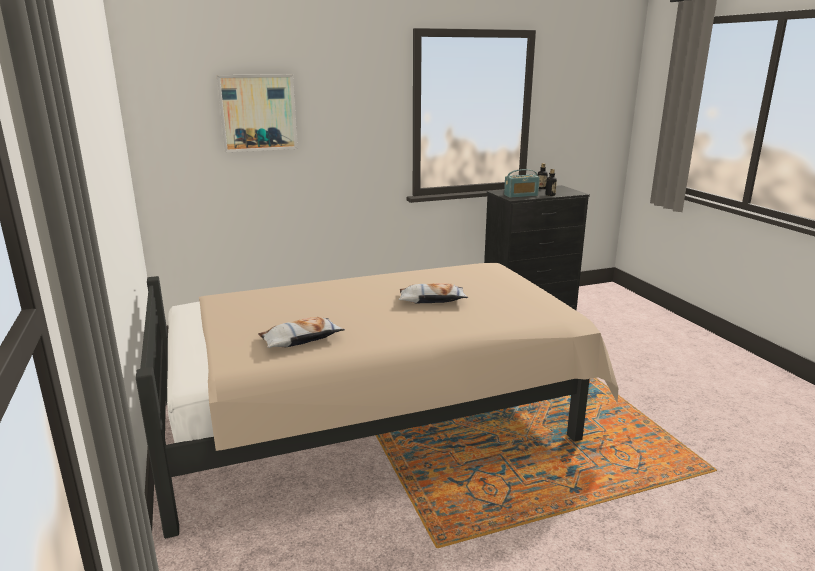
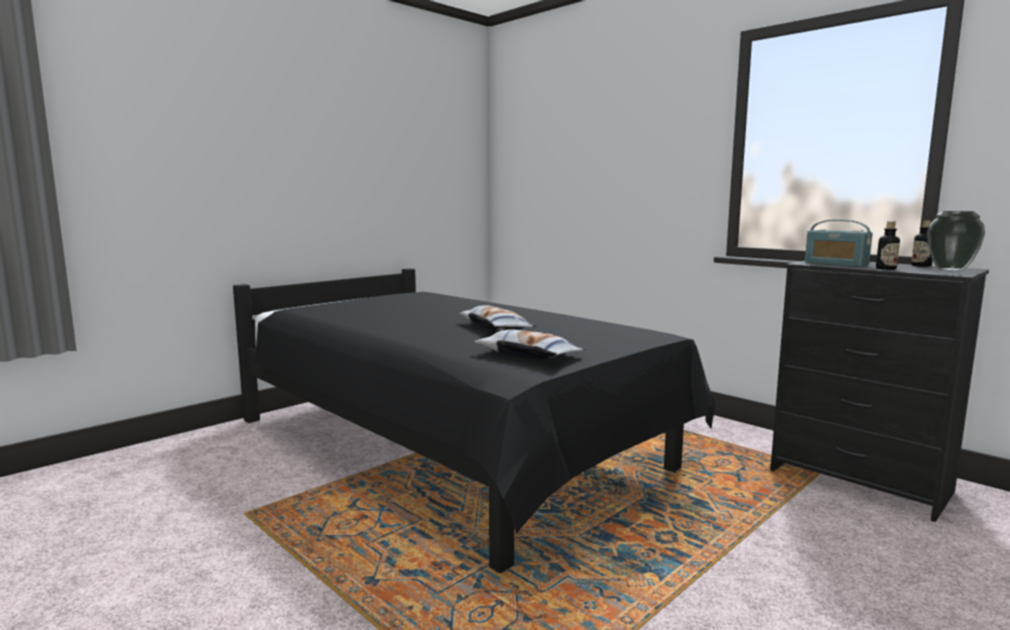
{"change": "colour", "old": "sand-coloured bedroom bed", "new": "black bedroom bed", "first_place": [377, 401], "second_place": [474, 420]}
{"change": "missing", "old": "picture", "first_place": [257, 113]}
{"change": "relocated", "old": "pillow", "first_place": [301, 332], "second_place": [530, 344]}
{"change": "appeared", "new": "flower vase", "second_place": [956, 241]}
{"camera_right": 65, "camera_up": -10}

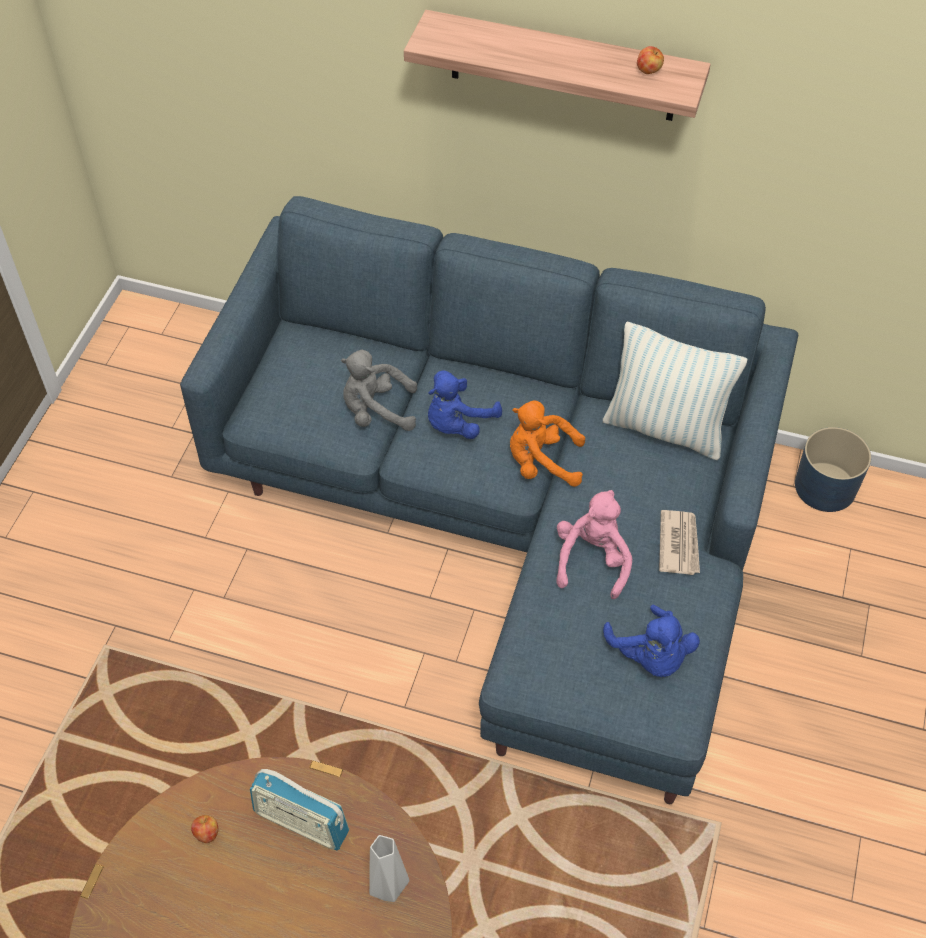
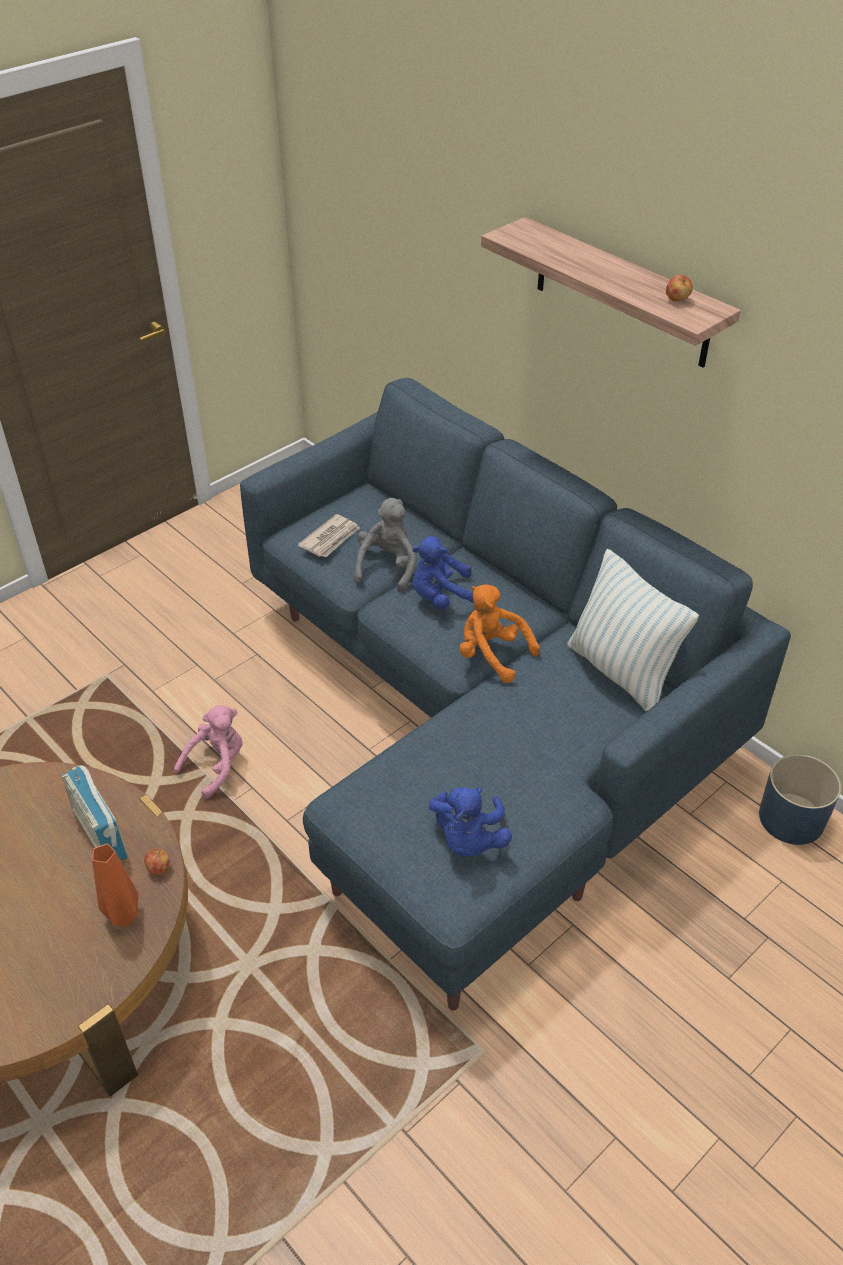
{"change": "relocated", "old": "apple", "first_place": [204, 829], "second_place": [157, 862]}
{"change": "spun", "old": "gray cuddly toy", "first_place": [379, 390], "second_place": [385, 545], "degrees": 75}
{"change": "colour", "old": "gray flower vase", "new": "orange flower vase", "first_place": [389, 868], "second_place": [115, 885]}
{"change": "relocated", "old": "pink cuddly toy", "first_place": [594, 544], "second_place": [208, 752]}
{"change": "relocated", "old": "daily paper", "first_place": [679, 542], "second_place": [329, 536]}
{"camera_right": 30, "camera_up": -10}

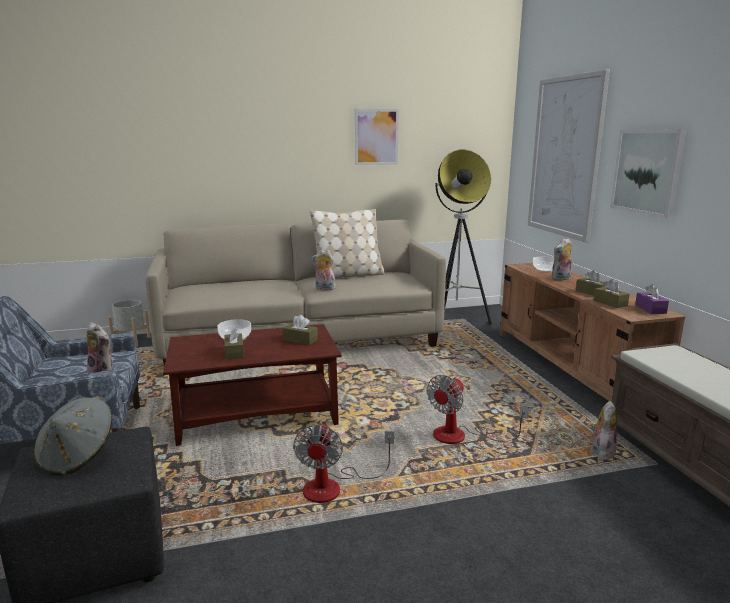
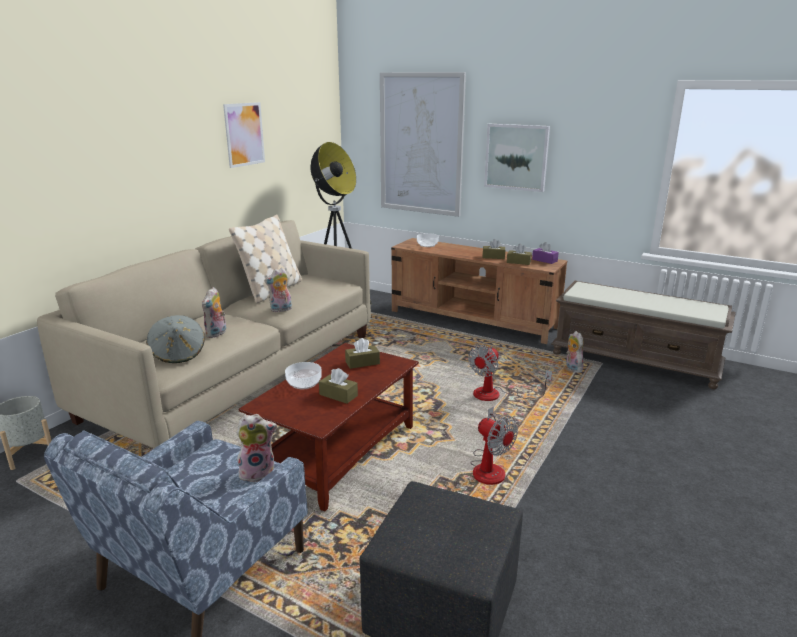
{"change": "relocated", "old": "gray wearable hat", "first_place": [73, 436], "second_place": [175, 339]}
{"change": "spun", "old": "cooling fan", "first_place": [478, 409], "second_place": [510, 373], "degrees": 45}
{"change": "relocated", "old": "cuddly toy", "first_place": [562, 259], "second_place": [214, 312]}
{"camera_right": -45, "camera_up": 5}

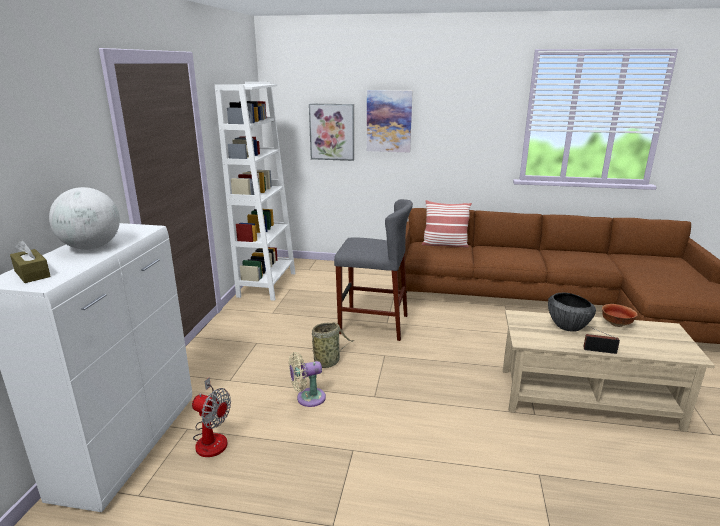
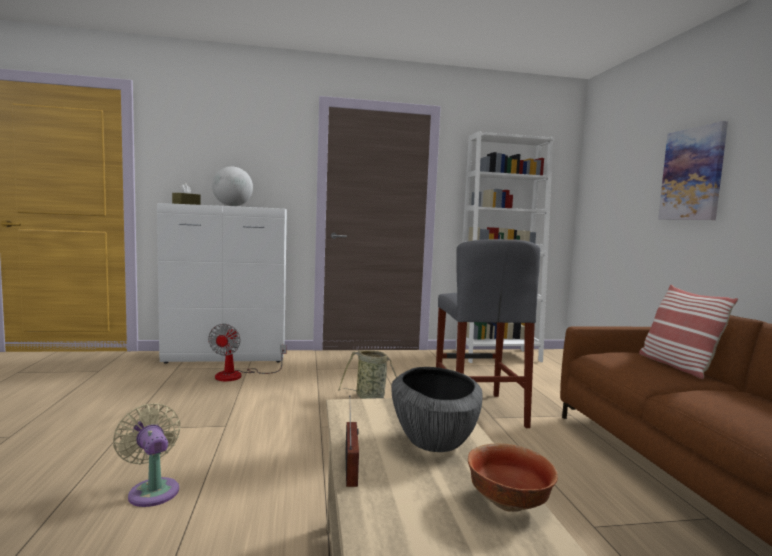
{"change": "relocated", "old": "sand-coloured cooling fan", "first_place": [307, 379], "second_place": [146, 455]}
{"change": "missing", "old": "picture", "first_place": [331, 132]}
{"camera_right": 70, "camera_up": -15}

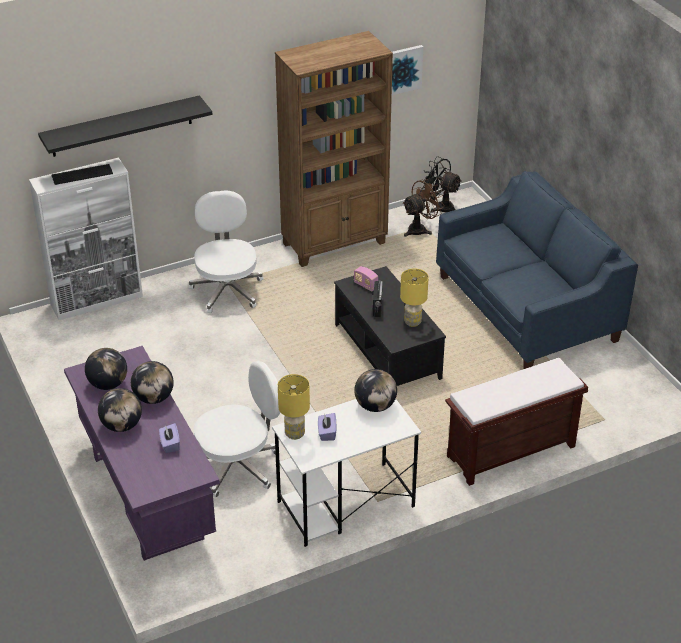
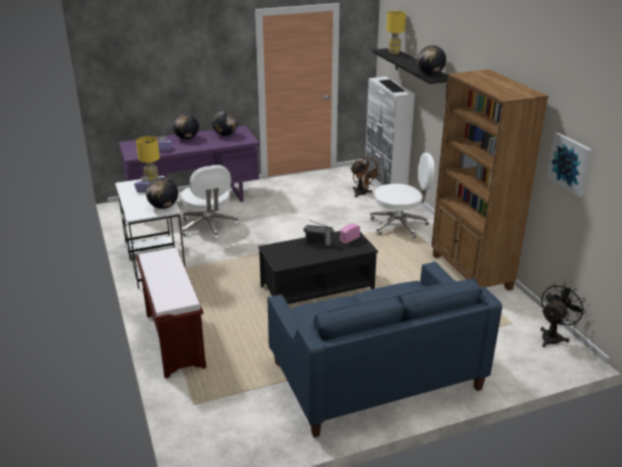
{"change": "relocated", "old": "world globe", "first_place": [152, 382], "second_place": [431, 60]}
{"change": "relocated", "old": "yellow-coloured lamp for a table", "first_place": [414, 297], "second_place": [396, 32]}
{"change": "relocated", "old": "brown-coloured cooling fan", "first_place": [423, 208], "second_place": [365, 177]}
{"camera_right": 95, "camera_up": -10}

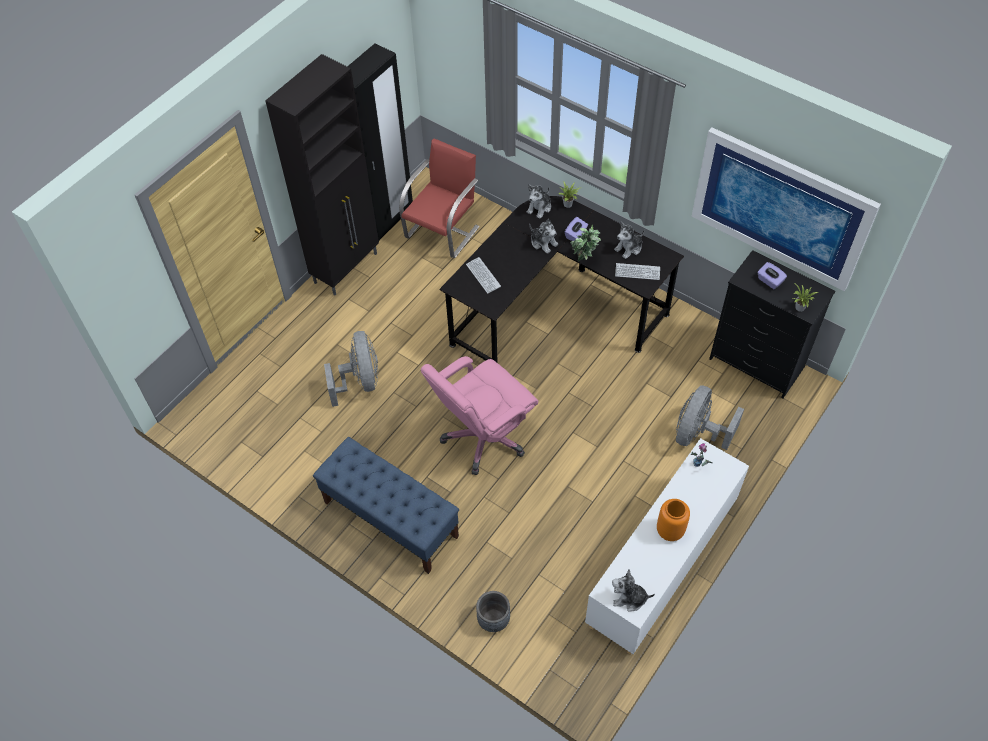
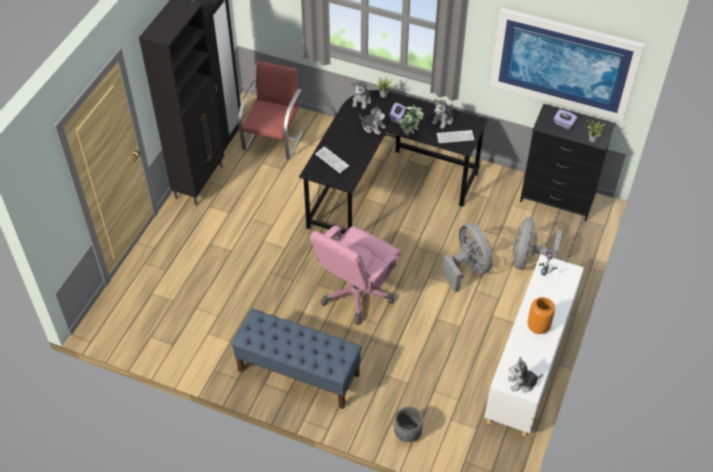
{"change": "relocated", "old": "gray cooling fan", "first_place": [351, 369], "second_place": [468, 257]}
{"camera_right": -15, "camera_up": -5}

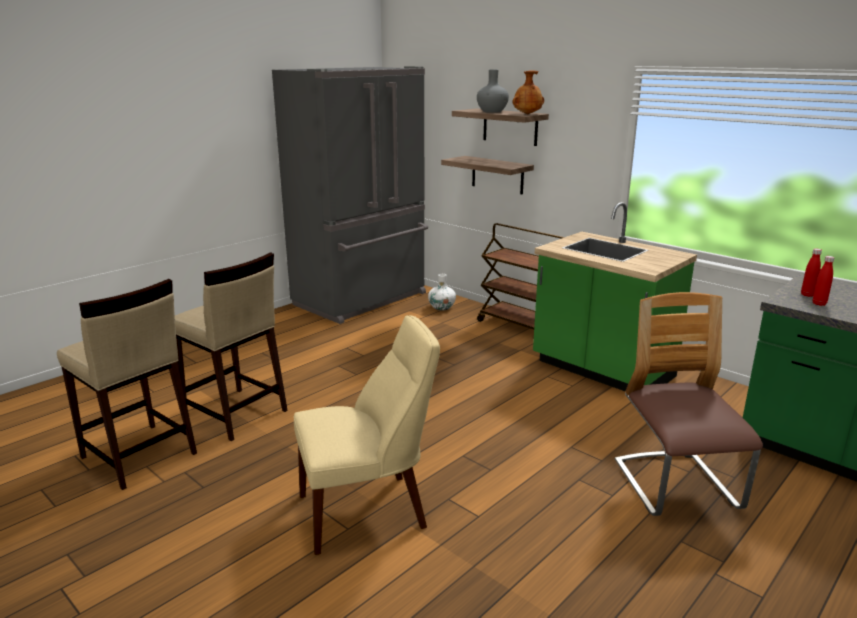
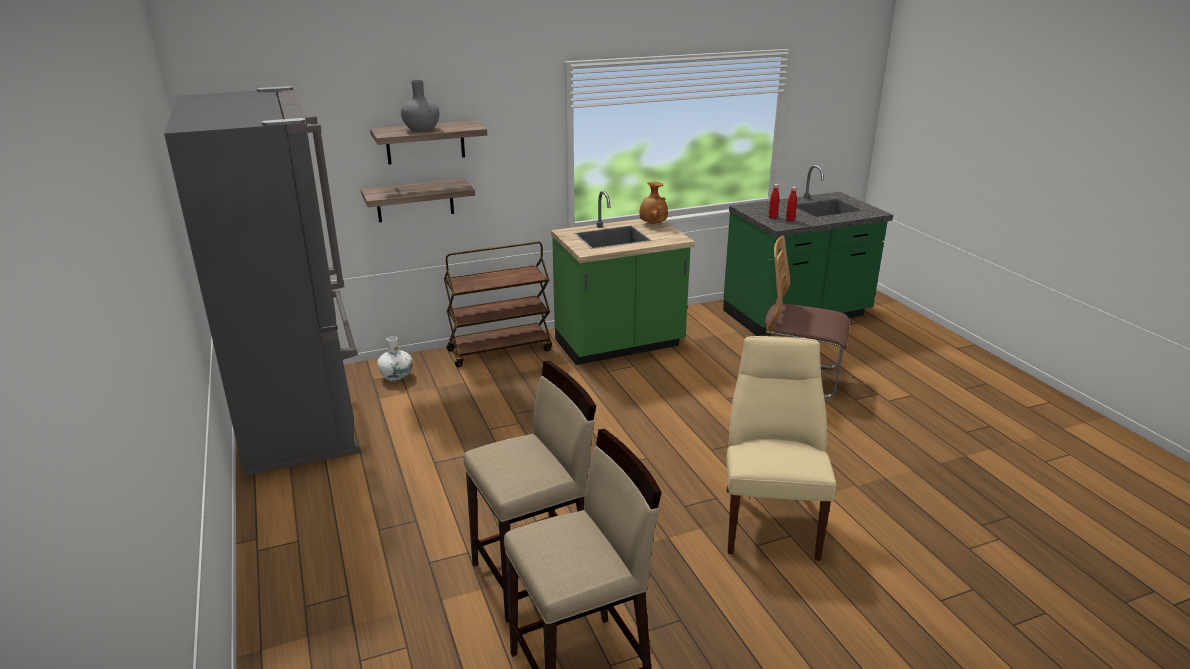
{"change": "relocated", "old": "brown-coloured flower vase", "first_place": [528, 92], "second_place": [654, 203]}
{"camera_right": -65, "camera_up": 5}

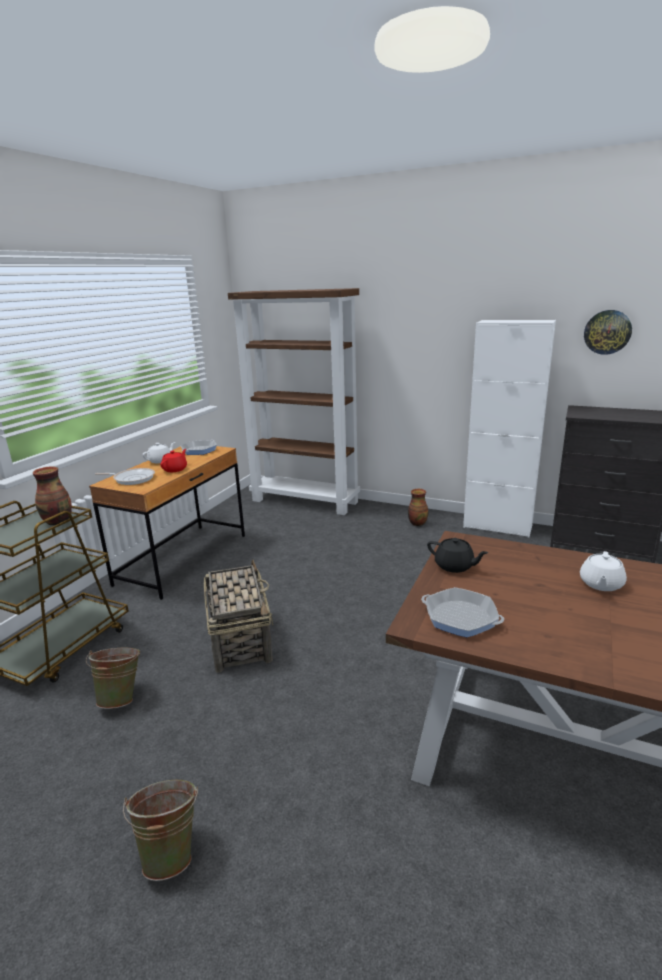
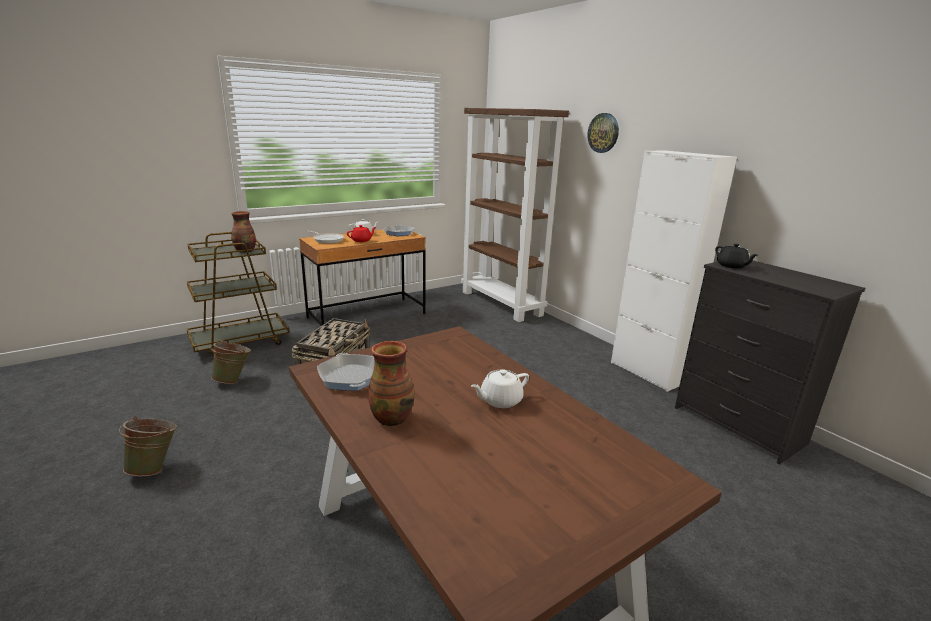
{"change": "relocated", "old": "flower vase", "first_place": [418, 507], "second_place": [391, 383]}
{"change": "relocated", "old": "black teapot", "first_place": [457, 555], "second_place": [736, 256]}
{"change": "relocated", "old": "wall clock", "first_place": [608, 332], "second_place": [603, 133]}
{"camera_right": 30, "camera_up": 0}

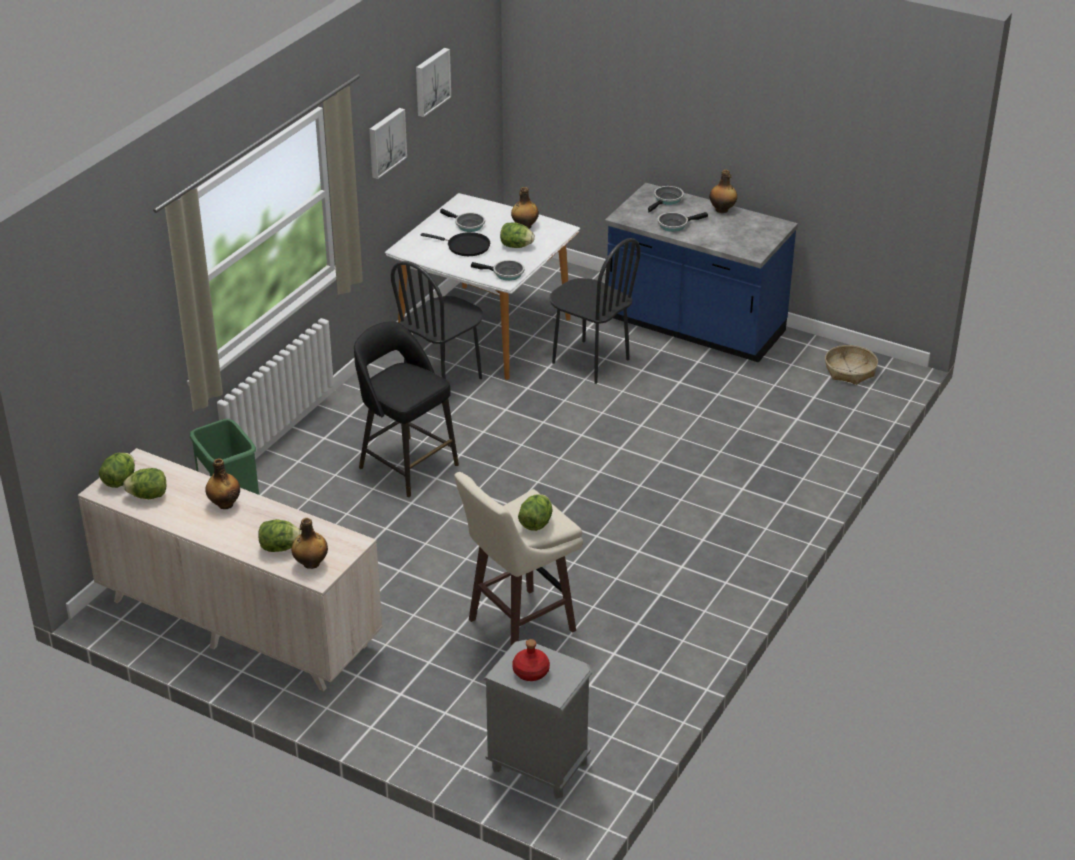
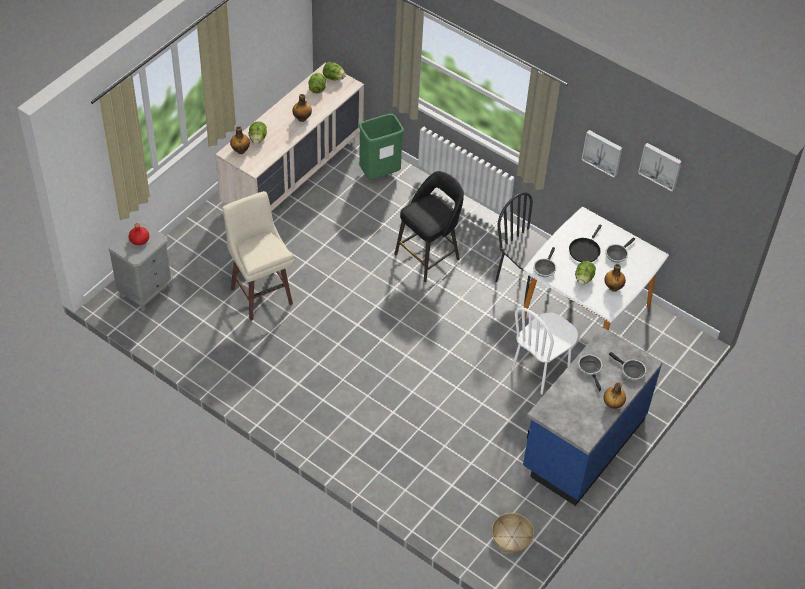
{"change": "missing", "old": "head of lettuce", "first_place": [535, 512]}
{"change": "colour", "old": "black plain chair", "new": "white-coloured plain chair", "first_place": [595, 311], "second_place": [545, 350]}
{"camera_right": 95, "camera_up": 15}

